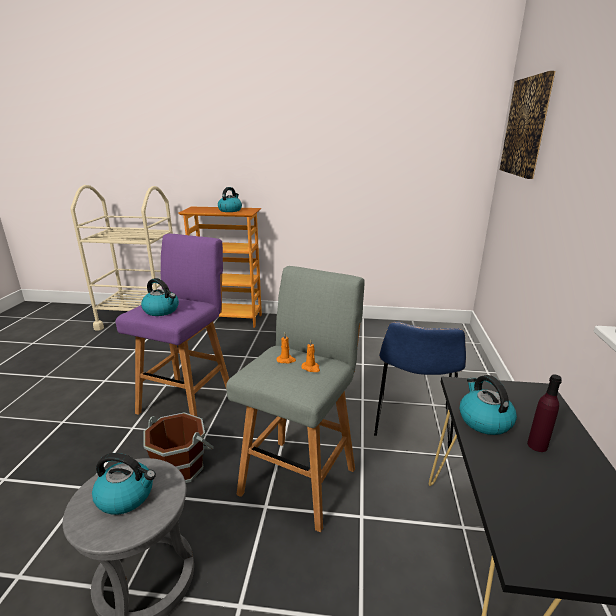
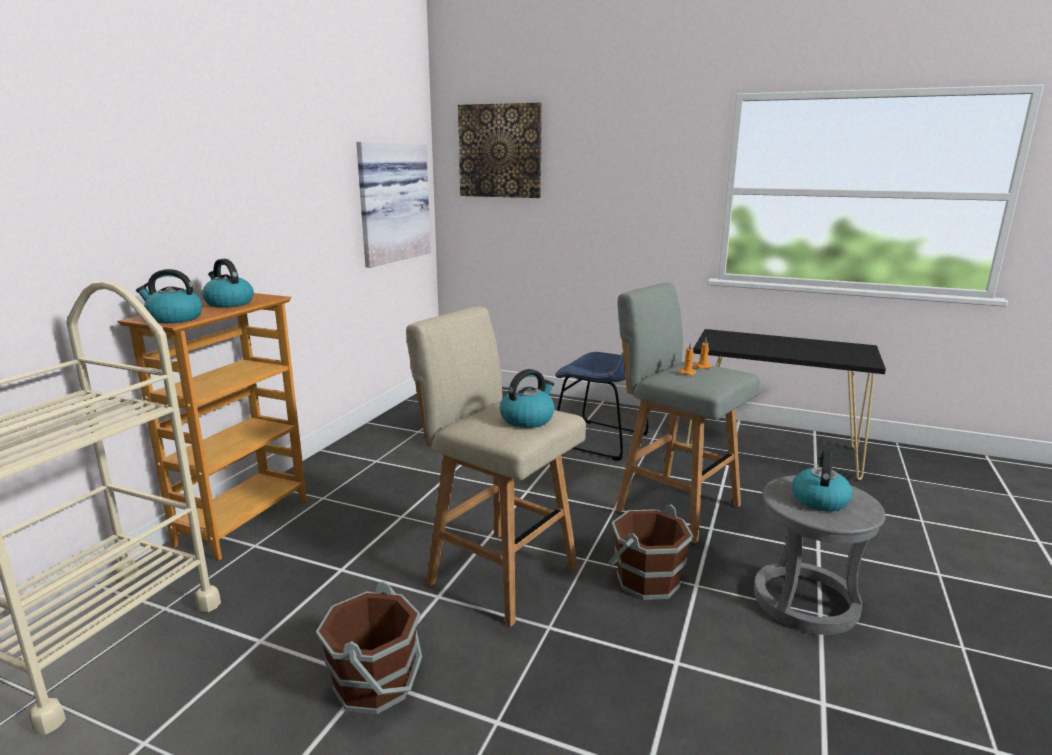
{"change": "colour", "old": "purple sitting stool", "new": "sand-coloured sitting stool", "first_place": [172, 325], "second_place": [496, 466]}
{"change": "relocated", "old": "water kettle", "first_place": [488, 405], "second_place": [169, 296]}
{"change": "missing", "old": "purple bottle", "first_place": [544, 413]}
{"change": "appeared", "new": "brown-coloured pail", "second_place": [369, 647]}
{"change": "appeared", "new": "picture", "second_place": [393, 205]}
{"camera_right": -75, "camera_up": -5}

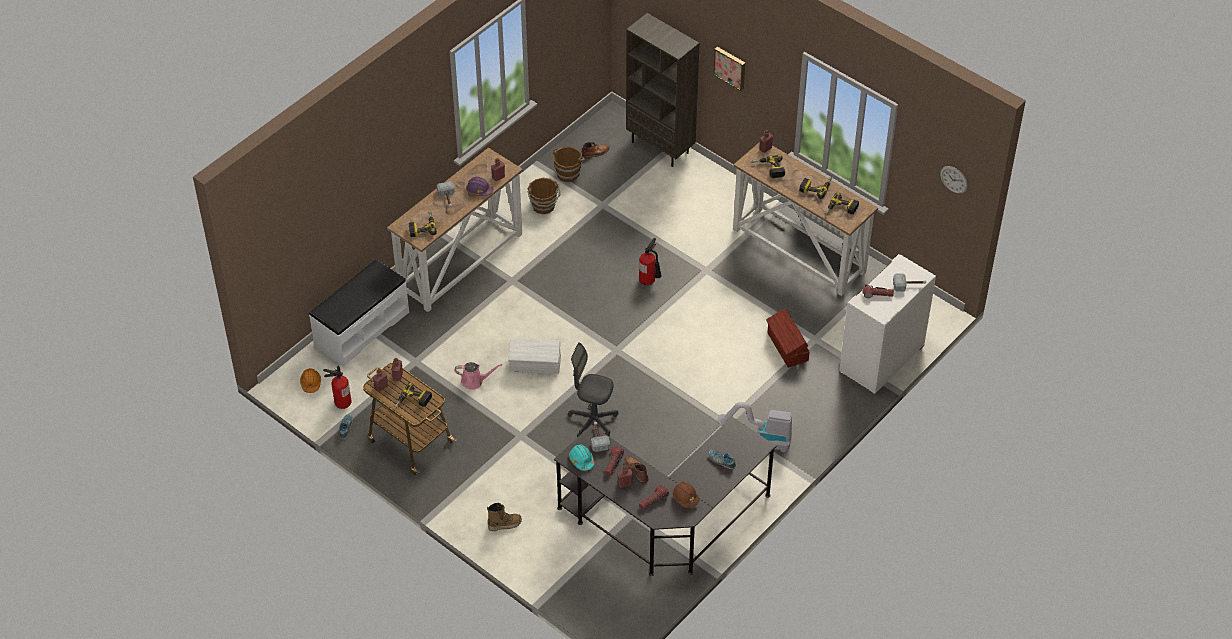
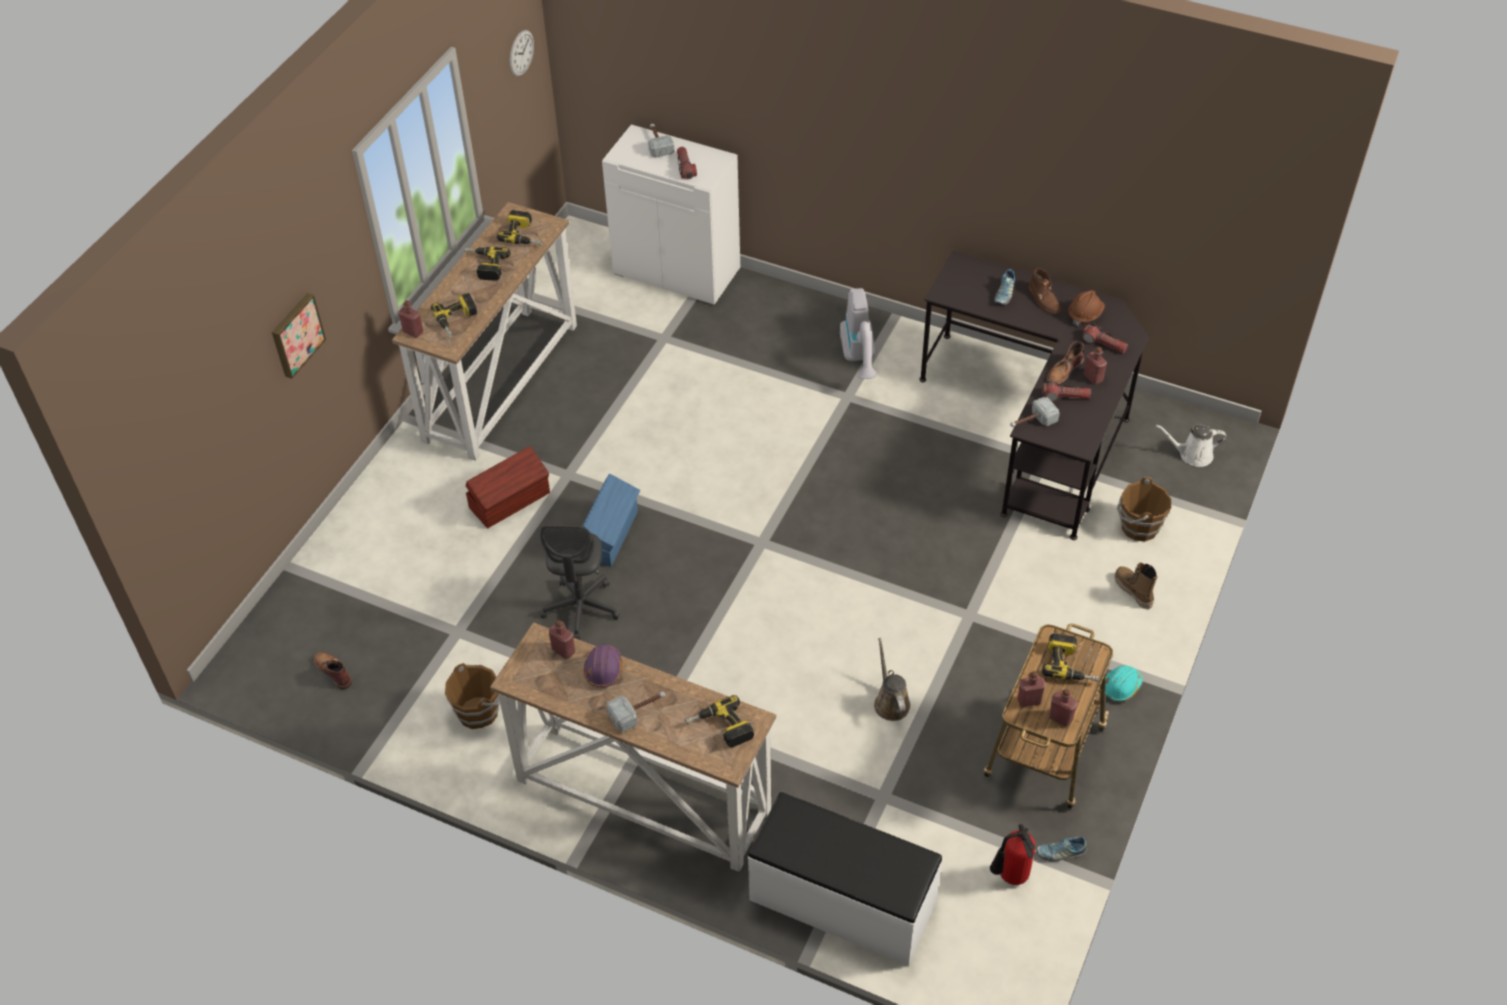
{"change": "missing", "old": "orange safety helmet", "first_place": [310, 380]}
{"change": "colour", "old": "pink watering pot", "new": "brown-coloured watering pot", "first_place": [478, 376], "second_place": [892, 679]}
{"change": "missing", "old": "white-coloured storage bin", "first_place": [535, 356]}
{"change": "relocated", "old": "brown-coloured pail", "first_place": [569, 164], "second_place": [1144, 509]}
{"change": "relocated", "old": "gray office chair", "first_place": [593, 389], "second_place": [580, 582]}
{"change": "relocated", "old": "turquoise safety helmet", "first_place": [582, 458], "second_place": [1124, 683]}
{"change": "missing", "old": "brown-coloured shelving unit", "first_place": [663, 90]}
{"change": "exchanged", "old": "fire extinguisher", "new": "blue storage bin", "first_place": [650, 261], "second_place": [611, 520]}
{"change": "relocated", "old": "brown-coloured storage bin", "first_place": [788, 338], "second_place": [507, 487]}
{"change": "appeared", "new": "brown-coloured tall boot", "second_place": [1045, 291]}
{"change": "appeared", "new": "white-coloured watering pot", "second_place": [1191, 446]}
{"camera_right": -105, "camera_up": 0}

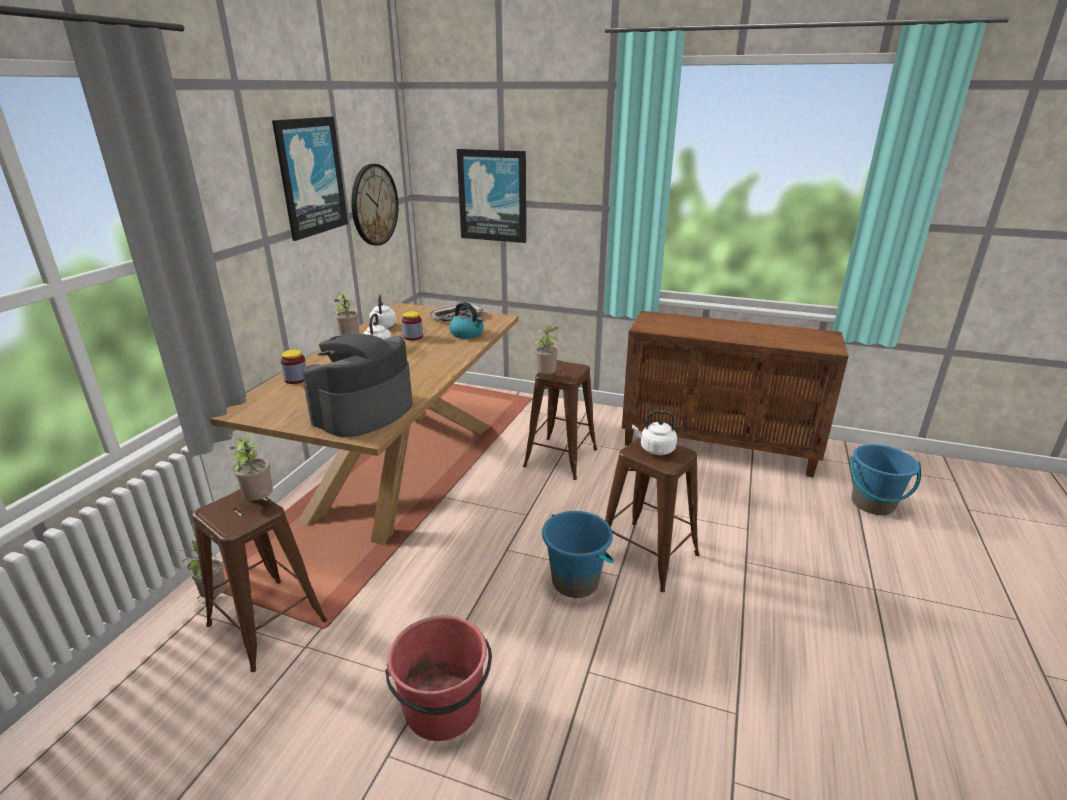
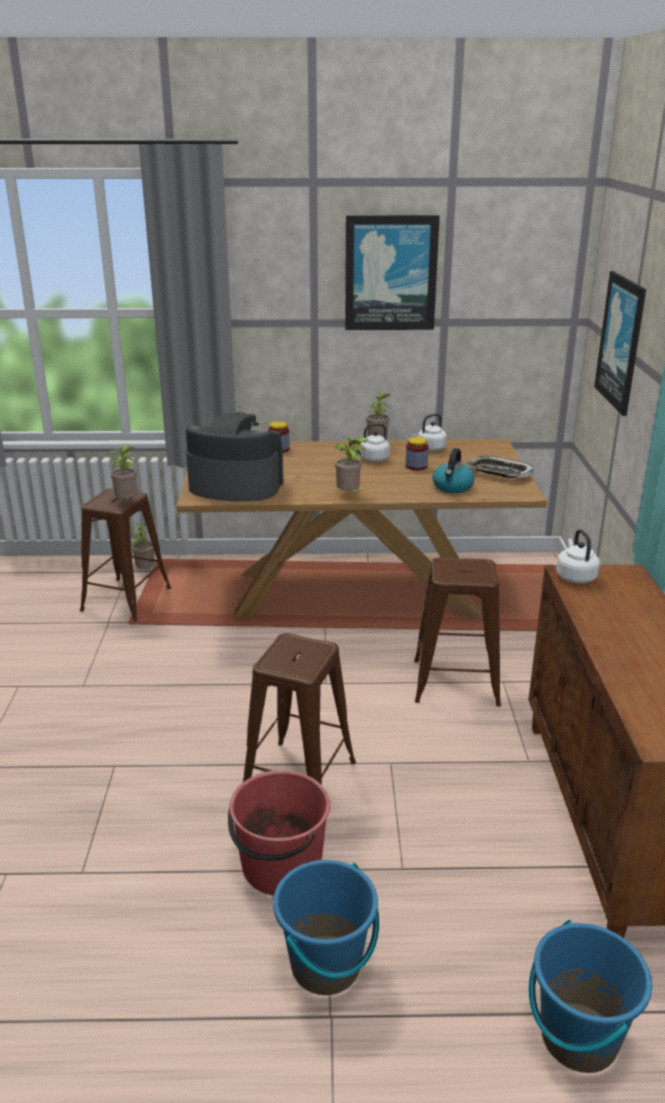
{"change": "missing", "old": "wall clock", "first_place": [375, 205]}
{"change": "relocated", "old": "red pail", "first_place": [438, 678], "second_place": [279, 832]}
{"change": "relocated", "old": "plant in a pot", "first_place": [546, 349], "second_place": [351, 464]}
{"change": "relocated", "old": "blue pail", "first_place": [578, 554], "second_place": [326, 927]}
{"change": "relocated", "old": "white-coloured water kettle", "first_place": [654, 433], "second_place": [578, 556]}
{"camera_right": 70, "camera_up": 0}

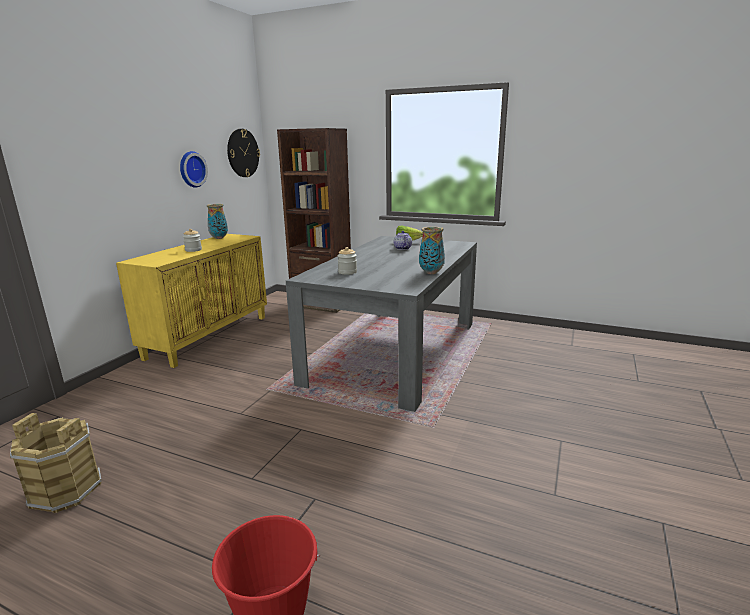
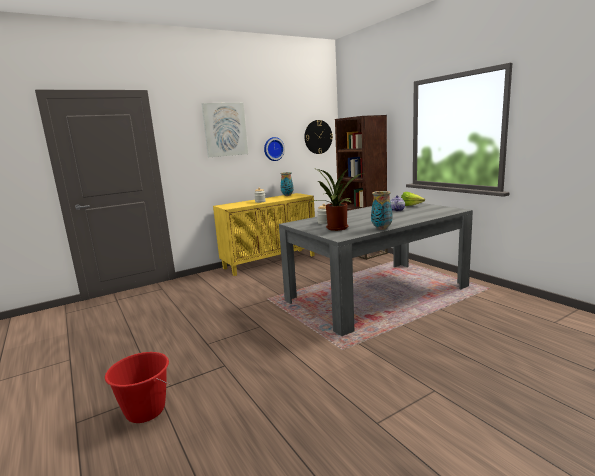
{"change": "missing", "old": "brown-coloured pail", "first_place": [56, 463]}
{"change": "appeared", "new": "picture", "second_place": [224, 130]}
{"change": "appeared", "new": "plant in a pot", "second_place": [336, 200]}
{"camera_right": 35, "camera_up": -5}

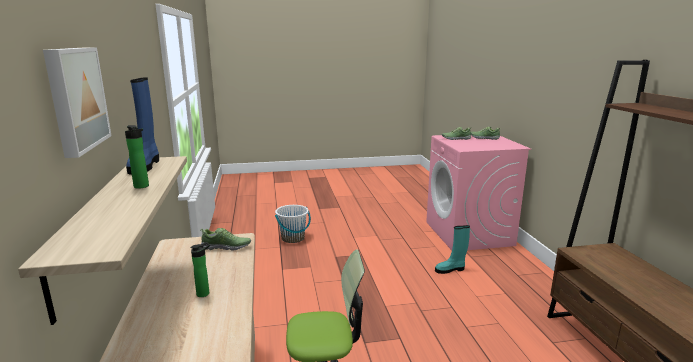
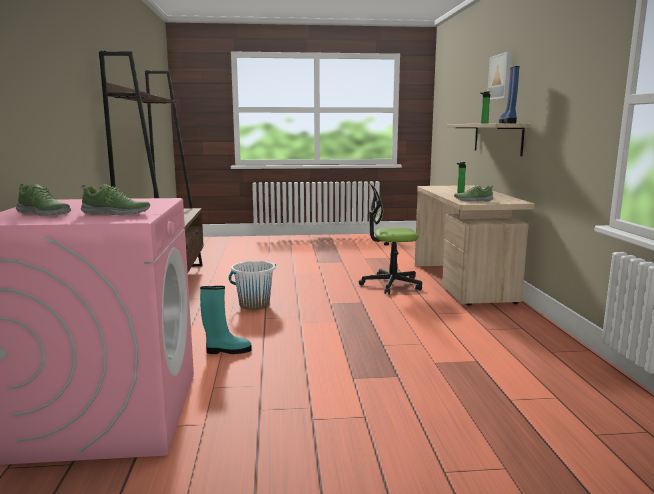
{"change": "relocated", "old": "white-coloured pail", "first_place": [293, 224], "second_place": [252, 285]}
{"camera_right": -175, "camera_up": -5}

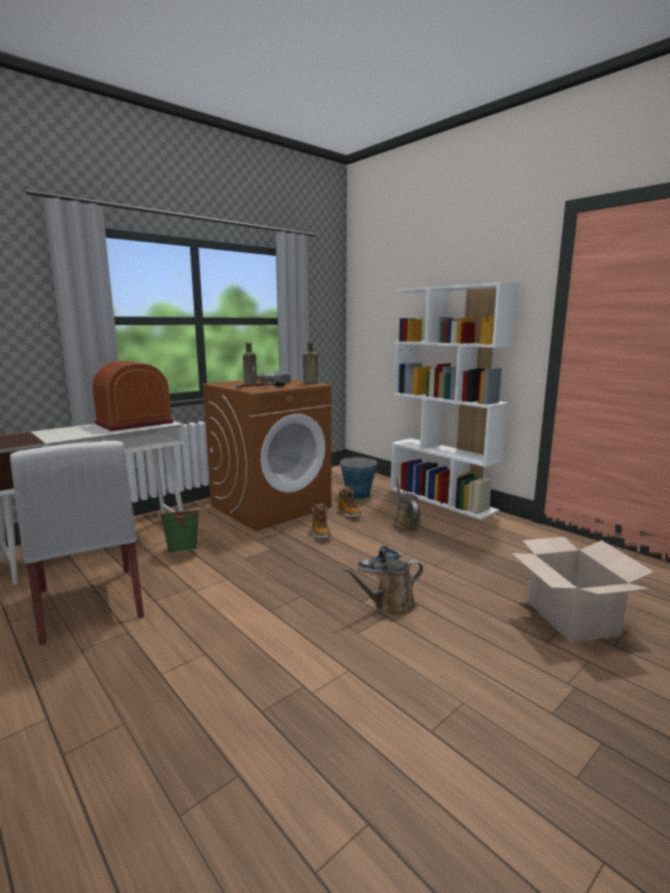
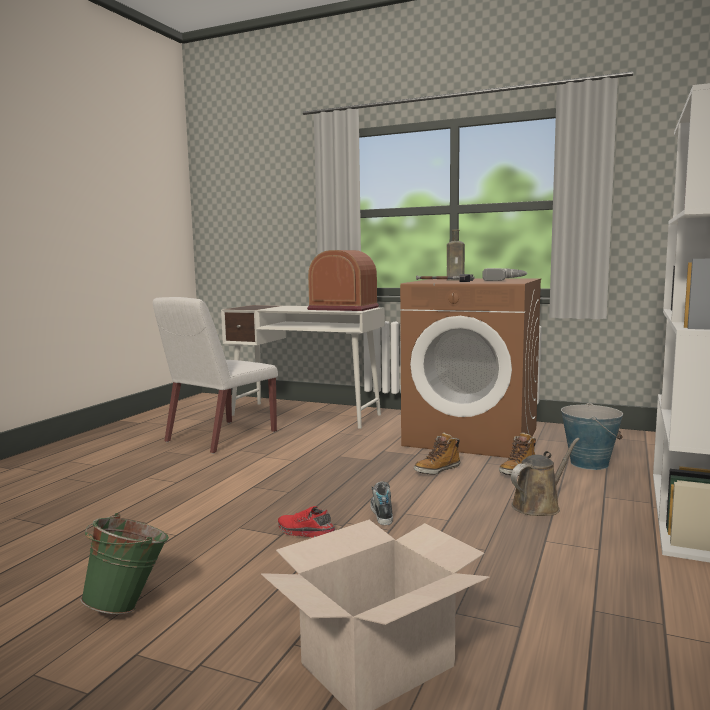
{"change": "relocated", "old": "green pail", "first_place": [179, 530], "second_place": [125, 563]}
{"change": "missing", "old": "brown-coloured bottle", "first_place": [310, 363]}
{"change": "exchanged", "old": "brown-coloured watering pot", "new": "red item of footwear", "first_place": [383, 587], "second_place": [306, 522]}
{"camera_right": 65, "camera_up": -5}

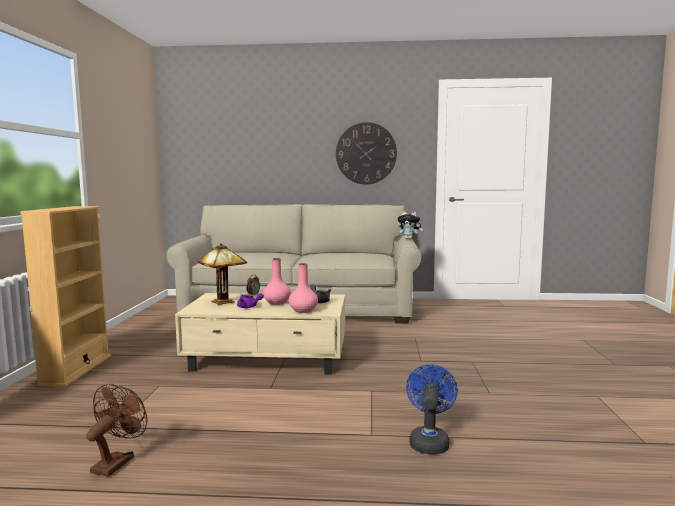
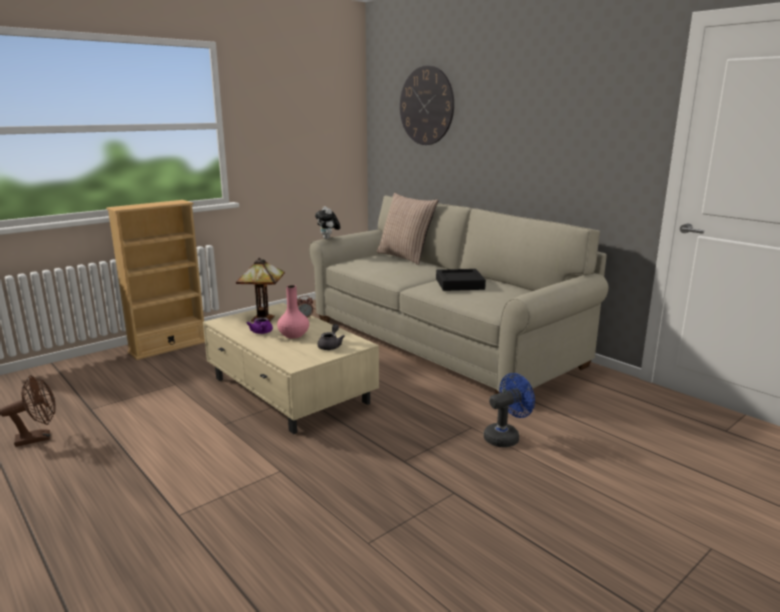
{"change": "missing", "old": "pink flower vase", "first_place": [303, 288]}
{"change": "relocated", "old": "wall clock", "first_place": [366, 153], "second_place": [427, 105]}
{"change": "relocated", "old": "cuddly toy", "first_place": [410, 225], "second_place": [327, 222]}
{"change": "relocated", "old": "blue cooling fan", "first_place": [432, 409], "second_place": [509, 410]}
{"change": "appeared", "new": "pillow", "second_place": [407, 229]}
{"change": "appeared", "new": "black serving tray", "second_place": [461, 280]}
{"camera_right": 45, "camera_up": 10}

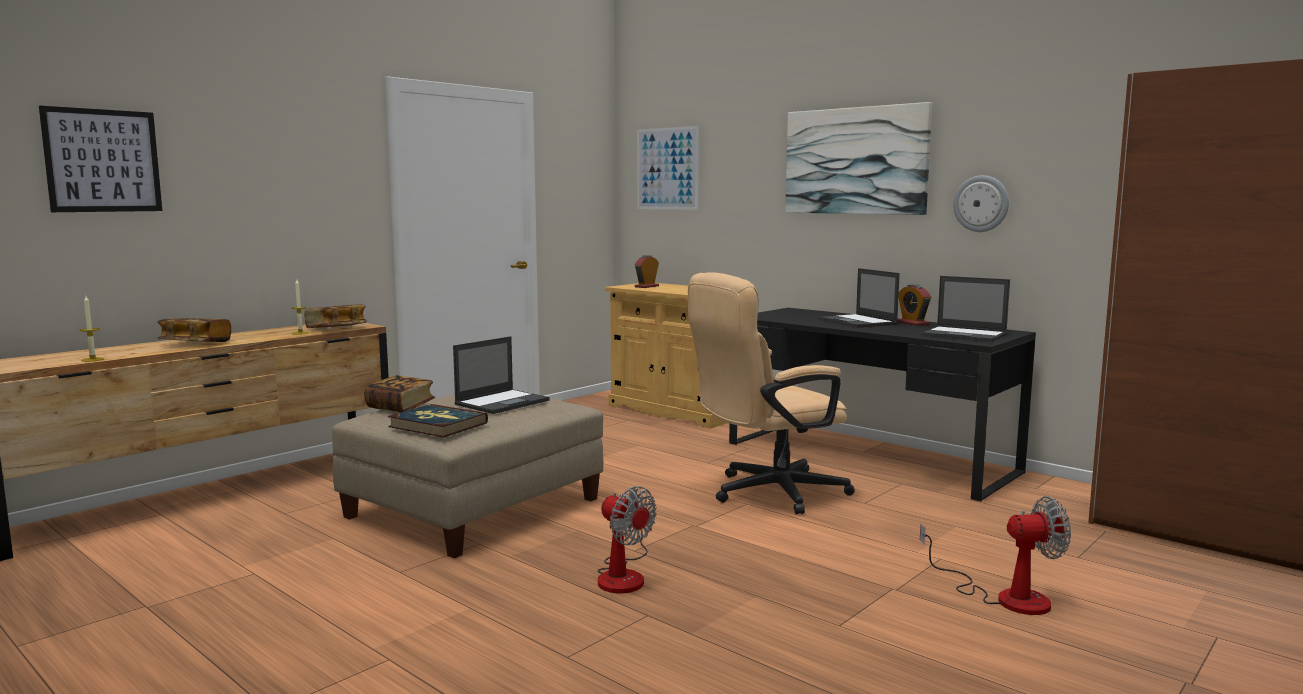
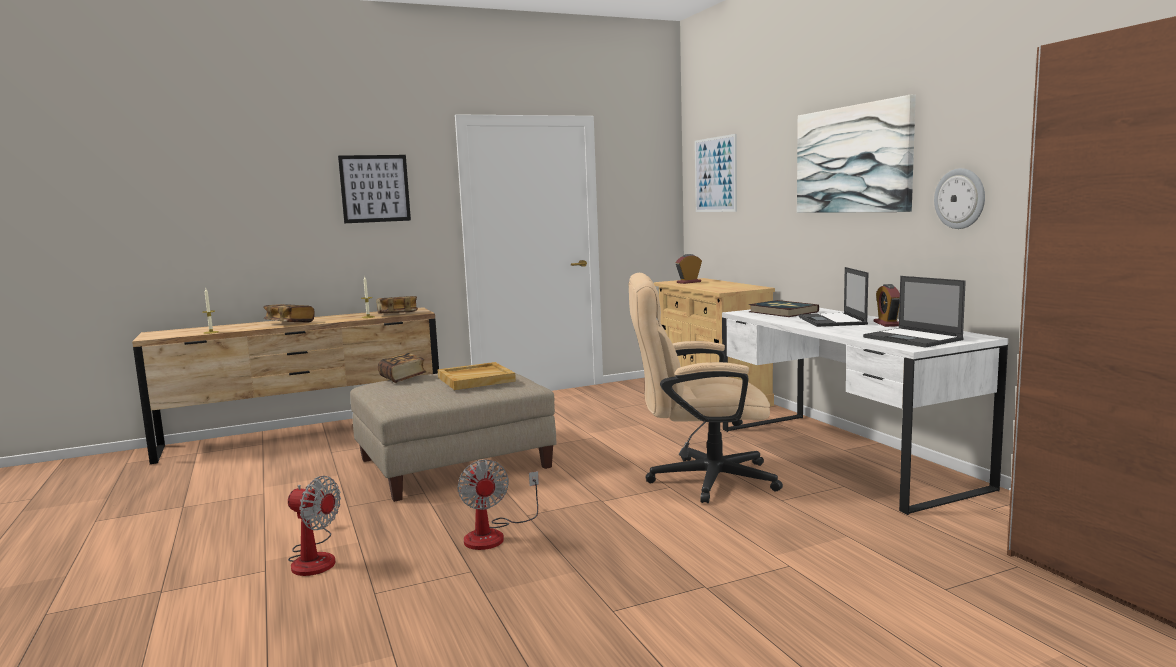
{"change": "relocated", "old": "picture", "first_place": [100, 159], "second_place": [374, 189]}
{"change": "relocated", "old": "volume", "first_place": [438, 421], "second_place": [784, 308]}
{"change": "exchanged", "old": "laptop", "new": "sand-coloured serving tray", "first_place": [501, 375], "second_place": [476, 376]}
{"change": "colour", "old": "black desk unit", "new": "white-coloured desk unit", "first_place": [882, 405], "second_place": [865, 411]}
{"change": "relocated", "old": "cooling fan", "first_place": [995, 555], "second_place": [314, 526]}
{"camera_right": 25, "camera_up": 0}

